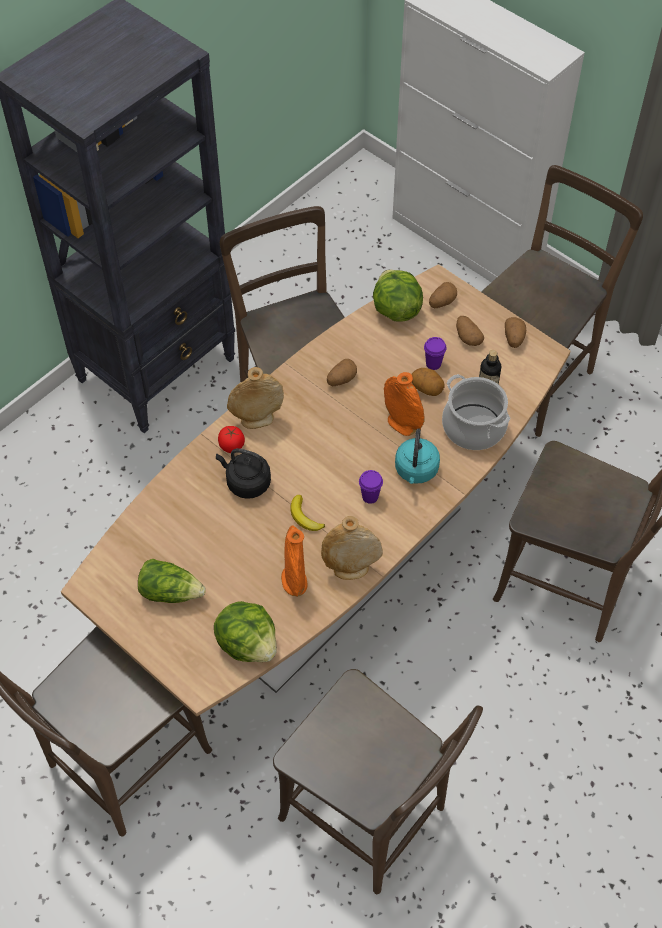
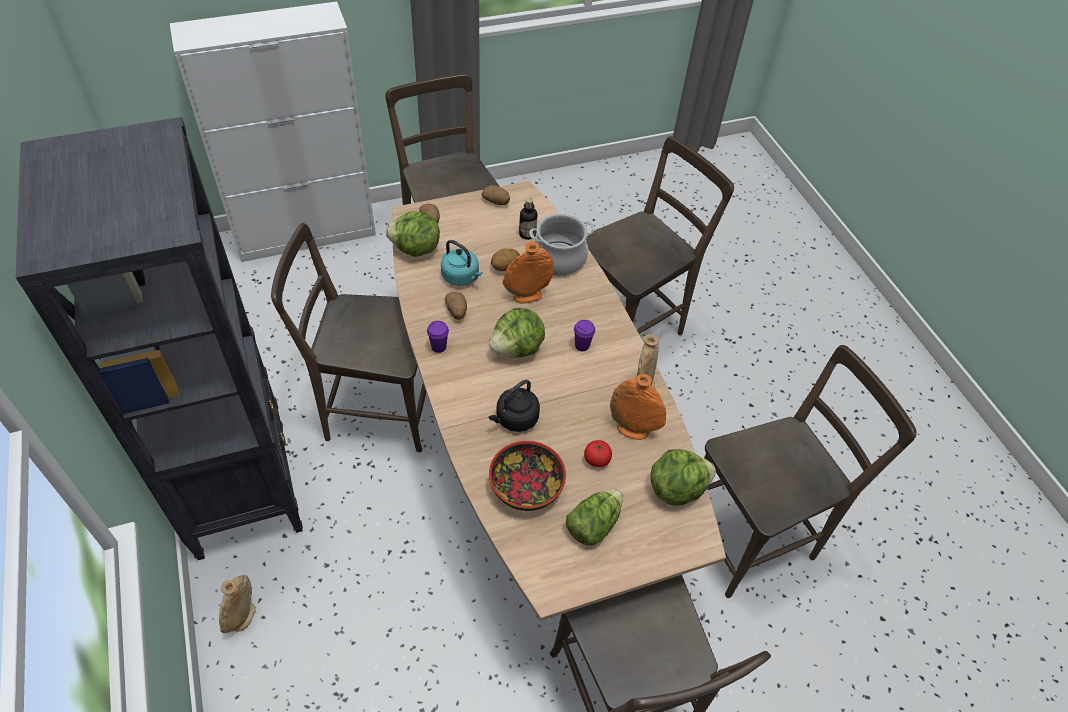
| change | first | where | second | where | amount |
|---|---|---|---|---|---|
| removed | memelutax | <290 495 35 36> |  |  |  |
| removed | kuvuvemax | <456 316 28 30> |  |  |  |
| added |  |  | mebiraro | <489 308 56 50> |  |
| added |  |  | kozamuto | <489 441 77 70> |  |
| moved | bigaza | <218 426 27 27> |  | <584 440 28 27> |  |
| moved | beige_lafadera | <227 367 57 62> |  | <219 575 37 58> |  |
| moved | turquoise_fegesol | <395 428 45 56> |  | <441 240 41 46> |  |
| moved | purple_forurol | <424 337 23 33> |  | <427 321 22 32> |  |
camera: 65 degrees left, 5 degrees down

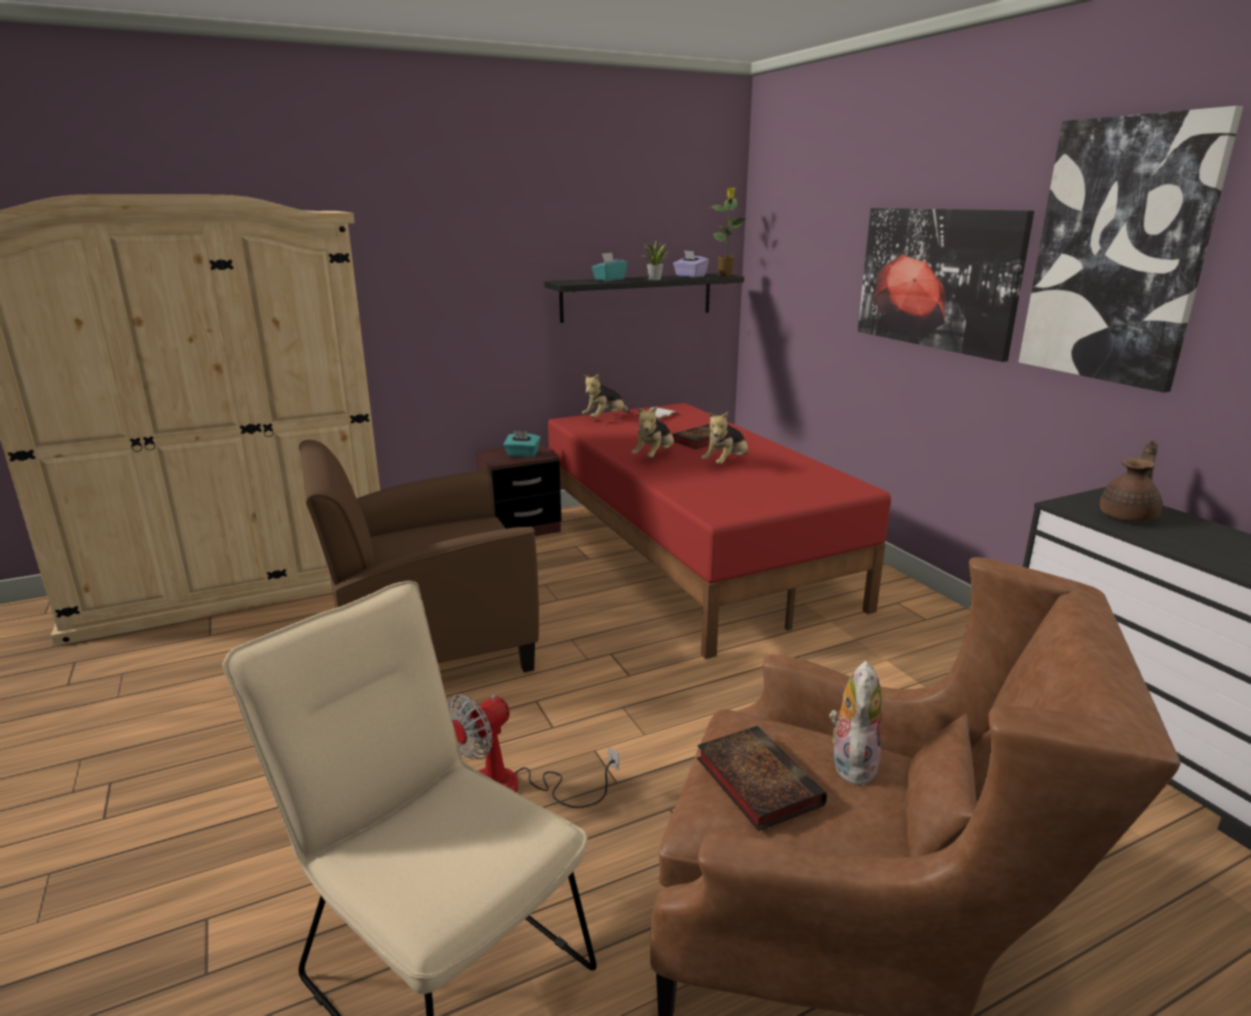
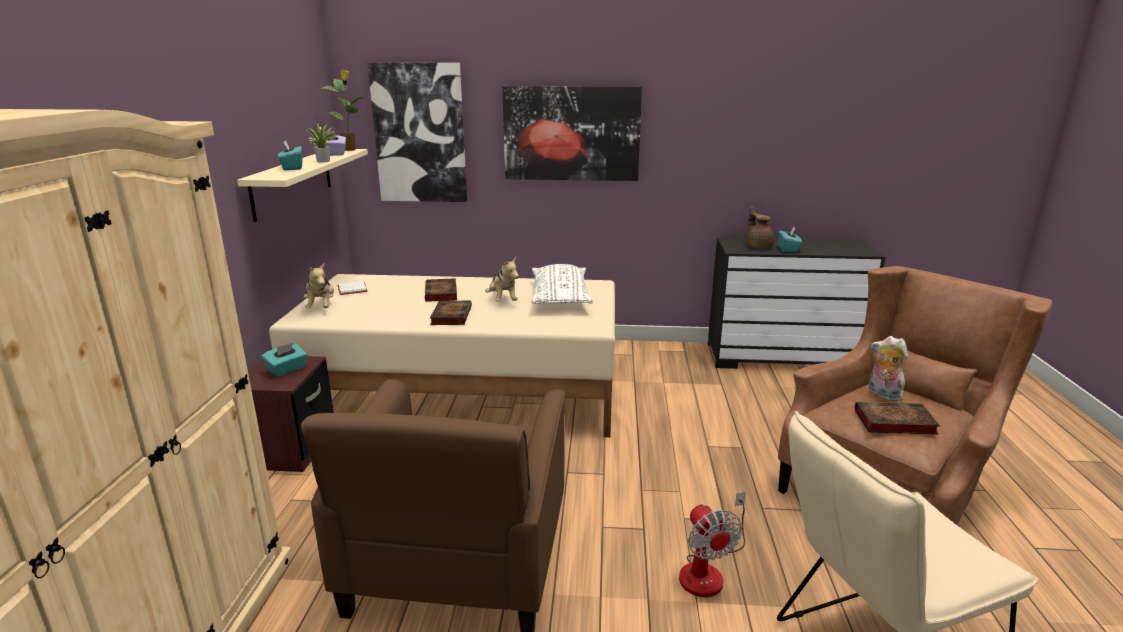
| change | first | where | second | where | amount |
|---|---|---|---|---|---|
| added |  |  | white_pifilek | <531 264 62 40> |  |
| added |  |  | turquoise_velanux | <778 227 24 26> |  |
| moved | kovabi | <1019 106 224 287> |  | <368 63 99 139> |  |
| replaced | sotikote | <631 406 43 52> | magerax | <430 301 42 24> |  |
| recoloured | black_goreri | <544 273 200 50> | beige_goreri | <237 149 131 73> |  |
| recoloured | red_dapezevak | <548 403 343 256> | beige_dapezevak | <269 274 346 163> |  |
camera: 60 degrees left, 0 degrees up

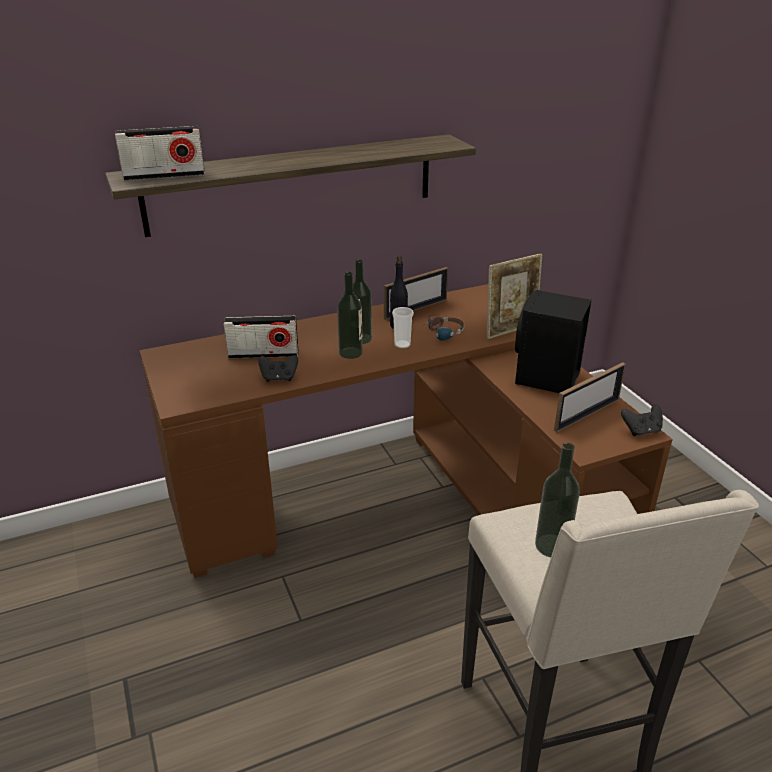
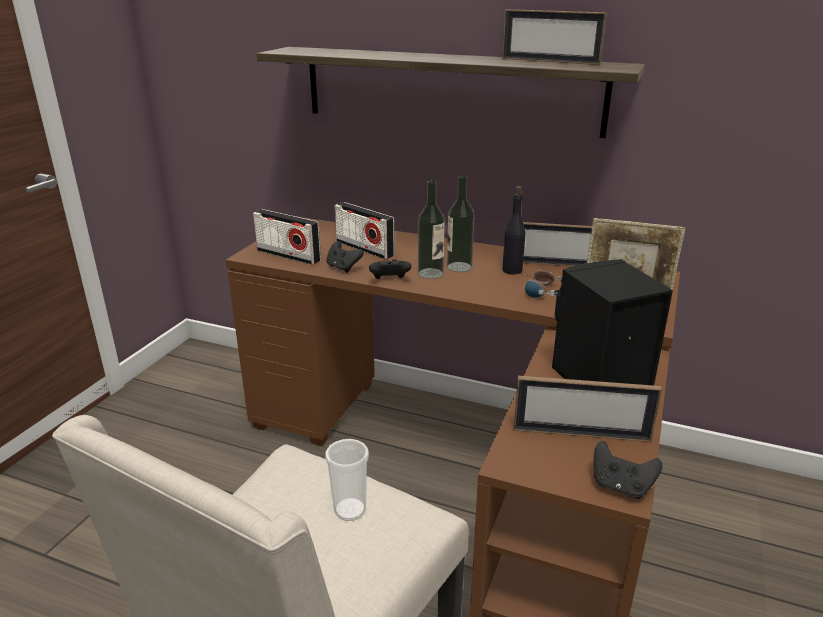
| change | first | where | second | where | amount |
|---|---|---|---|---|---|
| removed | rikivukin | <535 443 45 114> |  |  |  |
| added |  |  | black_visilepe | <369 259 42 20> |  |
| added |  |  | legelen | <502 9 105 56> |  |
| moved | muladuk | <115 126 90 55> |  | <253 209 68 56> |  |
| moved | forurol | <392 307 22 42> |  | <325 439 44 82> |  |
camera: 45 degrees right, 5 degrees down

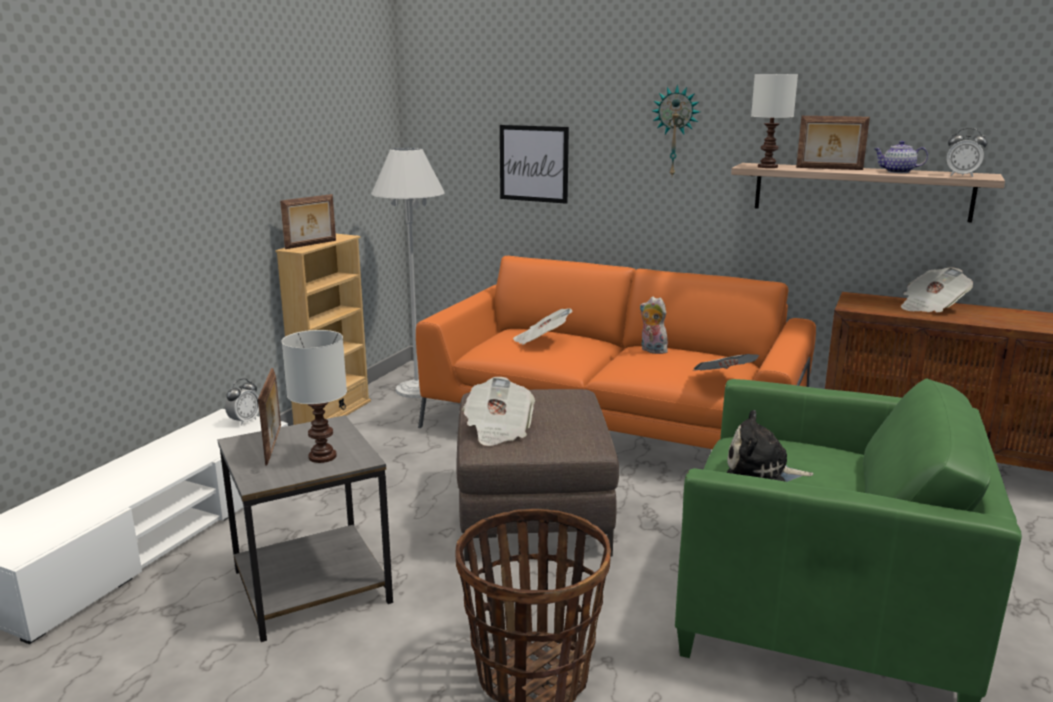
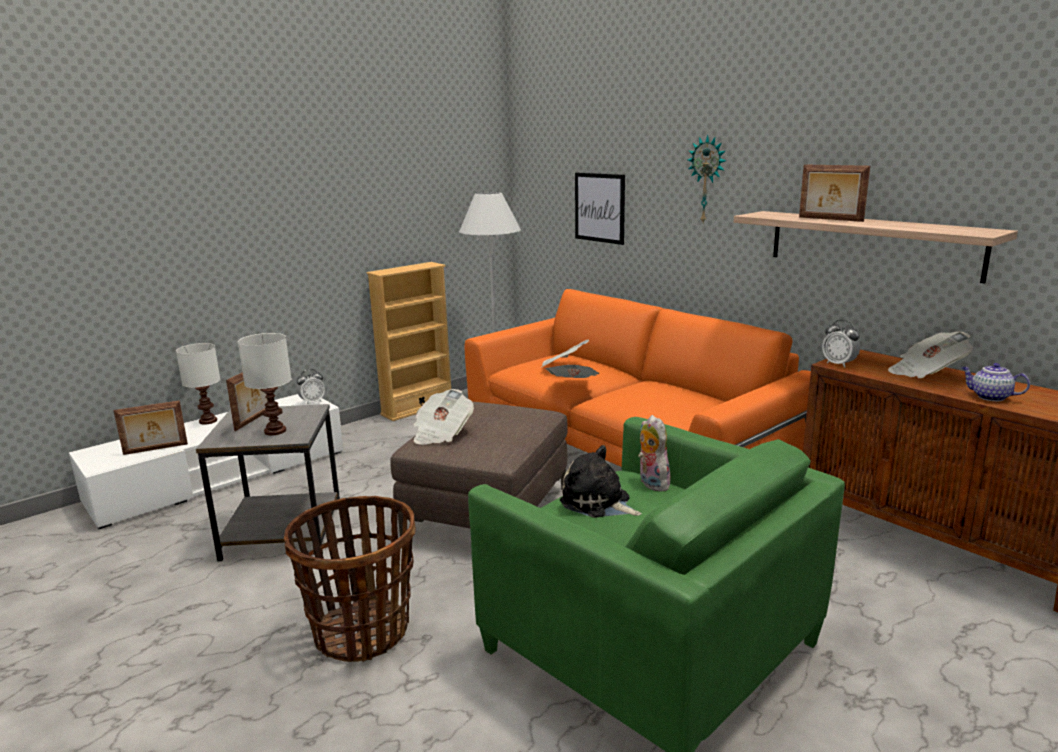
| change | first | where | second | where | amount |
|---|---|---|---|---|---|
| moved | legelen | <280 194 56 55> |  | <113 401 75 54> |  |
| moved | sotikote | <639 296 29 58> |  | <638 415 32 76> |  |
| moved | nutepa | <694 354 65 16> |  | <545 365 54 13> |  |
| moved | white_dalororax | <751 74 47 94> |  | <176 343 44 82> |  |
| moved | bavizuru | <874 141 54 32> |  | <961 363 69 38> |  |
| moved | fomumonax | <947 128 40 49> |  | <822 320 38 48> |  |
camera: 25 degrees right, 0 degrees up

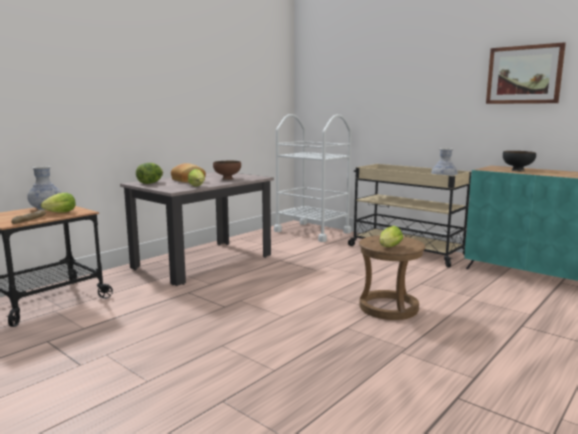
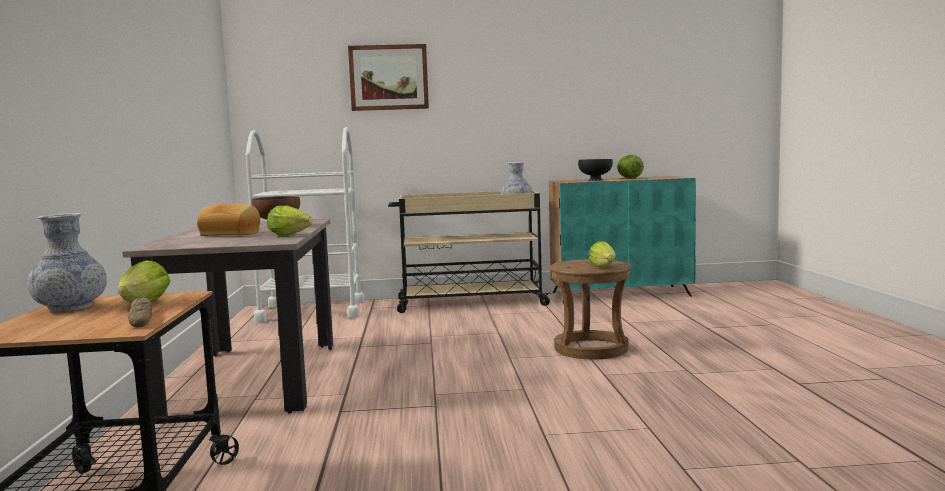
| change | first | where | second | where | amount |
|---|---|---|---|---|---|
| moved | mebiraro | <136 163 27 21> |  | <617 155 27 24> |  |
| moved | kovabi | <486 42 80 62> |  | <348 44 81 67> |  |
camera: 45 degrees left, 5 degrees down

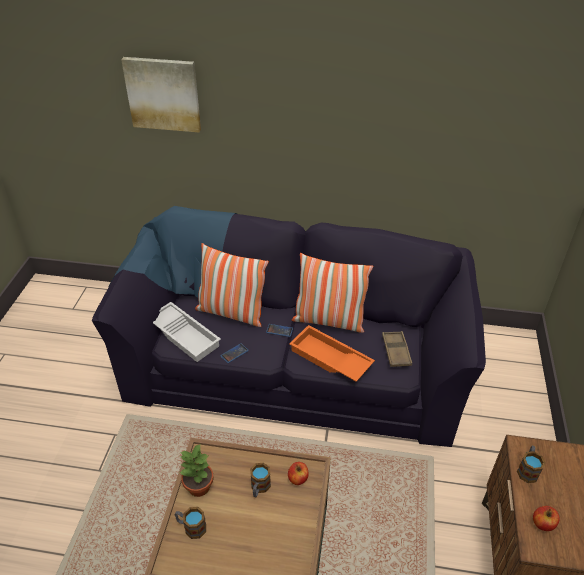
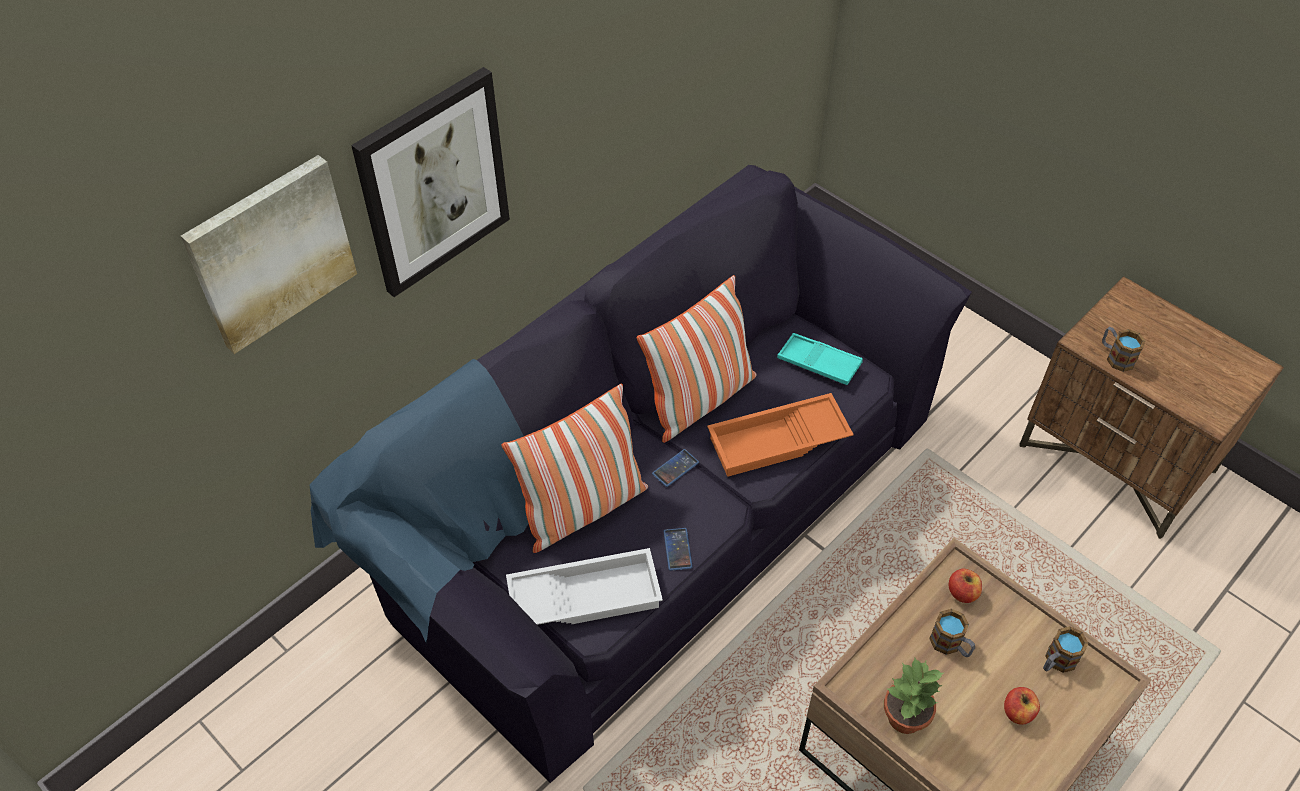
| change | first | where | second | where | amount |
|---|---|---|---|---|---|
| added |  |  | kovabi | <351 67 159 230> |  |
| moved | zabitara | <175 507 31 32> |  | <1043 626 45 47> |  |
| moved | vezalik | <533 506 27 25> |  | <1004 687 36 38> |  |
| recoloured | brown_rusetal | <382 331 30 36> | turquoise_rusetal | <777 333 86 52> |  |
camera: 55 degrees left, 10 degrees up

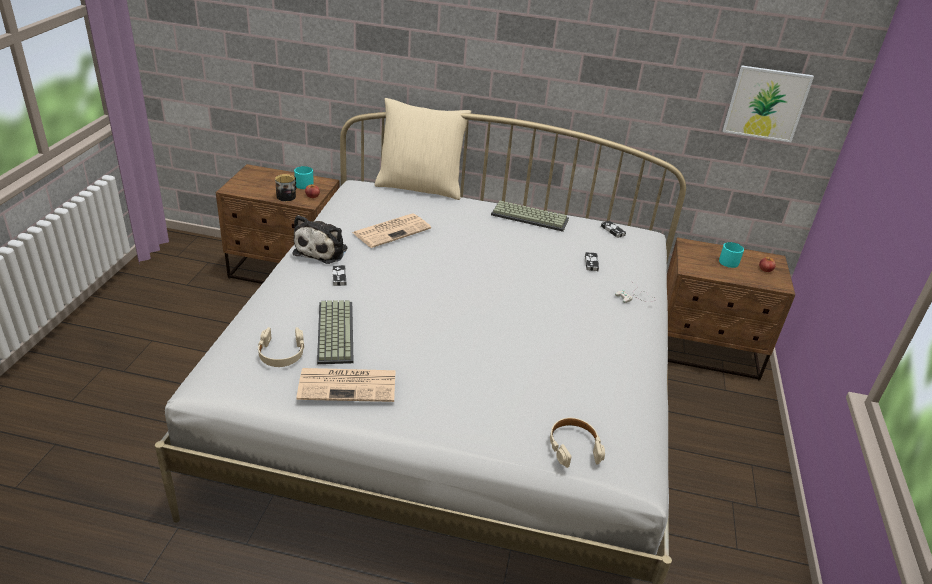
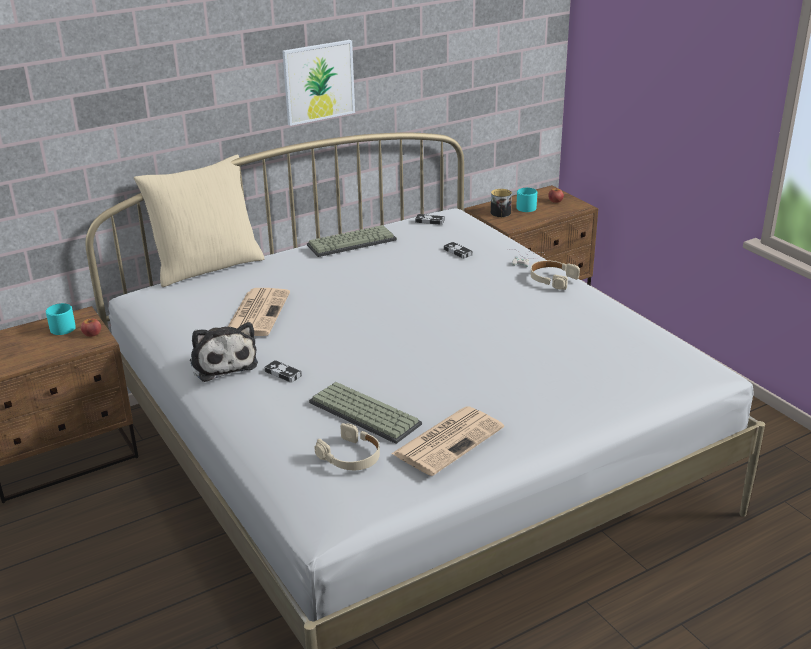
| change | first | where | second | where | amount |
|---|---|---|---|---|---|
| moved | zabitara | <275 174 22 27> |  | <491 189 21 28> |  |
| moved | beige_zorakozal | <550 417 55 51> |  | <531 260 49 30> |  |
| moved | kovabi | <723 65 91 77> |  | <282 40 73 86> |  |
camera: 40 degrees left, 5 degrees down

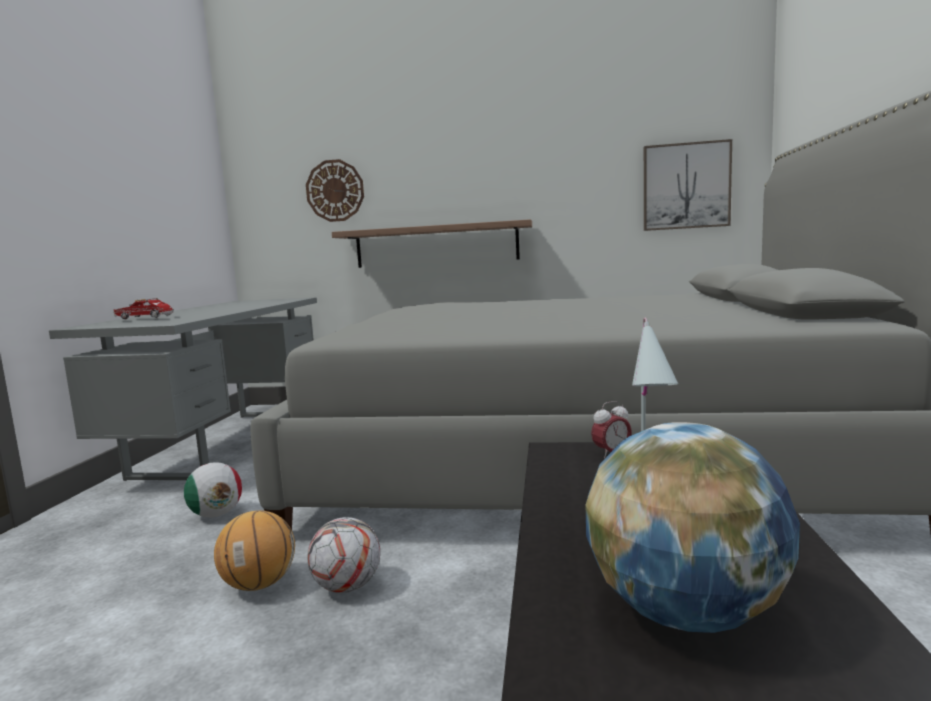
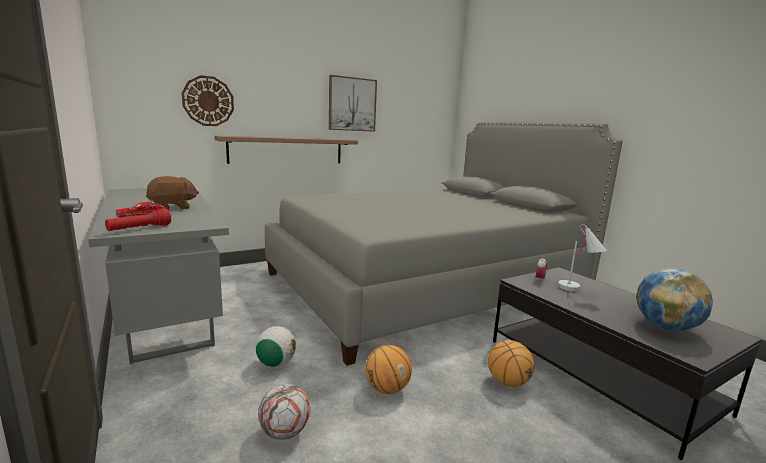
| change | first | where | second | where | amount |
|---|---|---|---|---|---|
| added |  |  | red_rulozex | <105 208 66 23> |  |
| added |  |  | brown_sotikote | <146 176 53 34> |  |
| added |  |  | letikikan | <488 340 47 47> |  |
| moved | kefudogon | <308 517 72 76> |  | <258 384 52 56> |  |
| moved | kovabi | <644 139 88 92> |  | <329 75 48 57> |  |
camera: 40 degrees left, 5 degrees up

